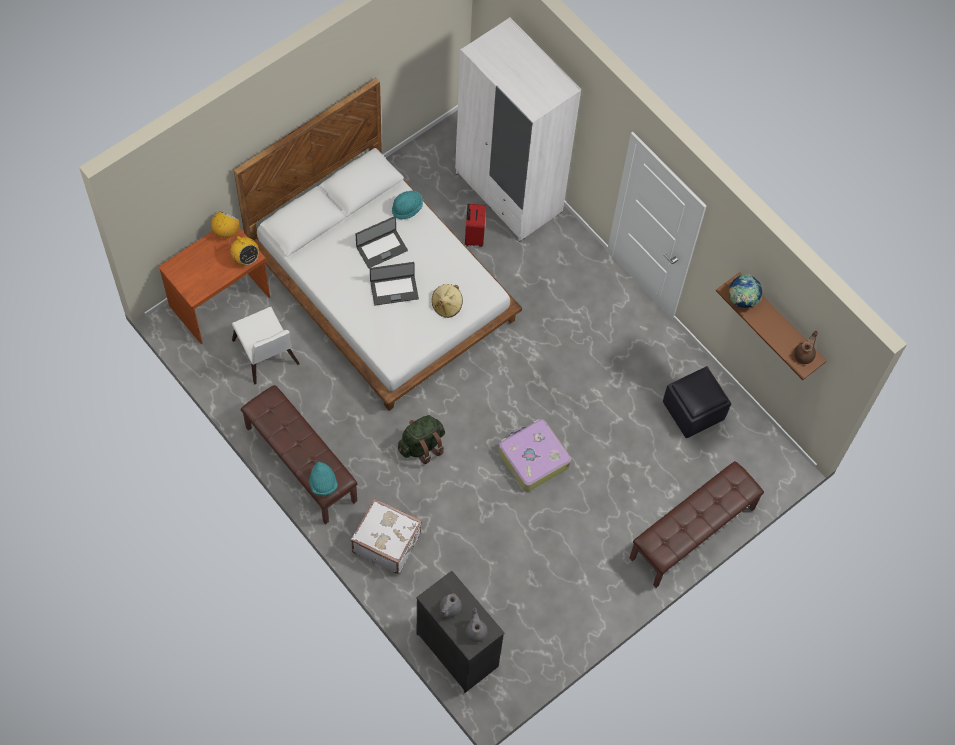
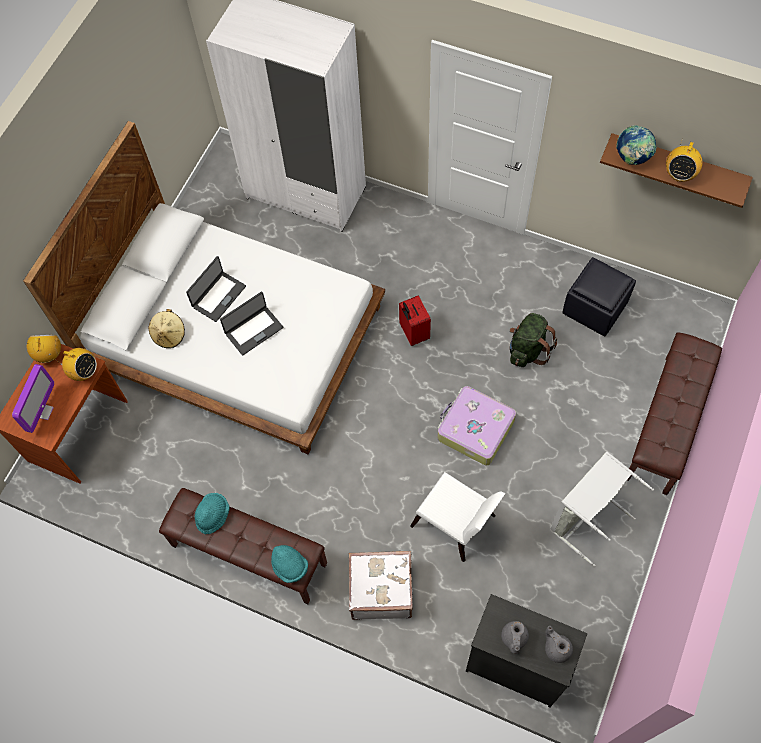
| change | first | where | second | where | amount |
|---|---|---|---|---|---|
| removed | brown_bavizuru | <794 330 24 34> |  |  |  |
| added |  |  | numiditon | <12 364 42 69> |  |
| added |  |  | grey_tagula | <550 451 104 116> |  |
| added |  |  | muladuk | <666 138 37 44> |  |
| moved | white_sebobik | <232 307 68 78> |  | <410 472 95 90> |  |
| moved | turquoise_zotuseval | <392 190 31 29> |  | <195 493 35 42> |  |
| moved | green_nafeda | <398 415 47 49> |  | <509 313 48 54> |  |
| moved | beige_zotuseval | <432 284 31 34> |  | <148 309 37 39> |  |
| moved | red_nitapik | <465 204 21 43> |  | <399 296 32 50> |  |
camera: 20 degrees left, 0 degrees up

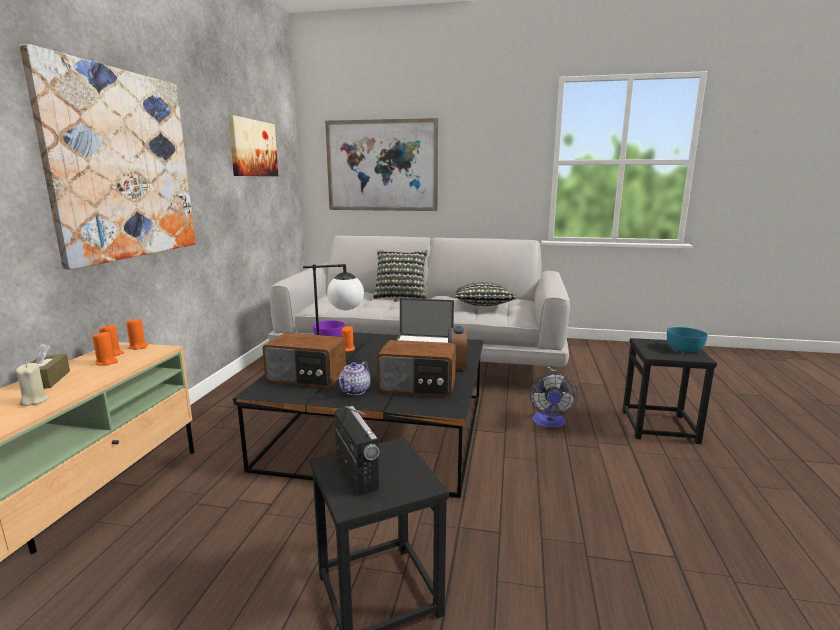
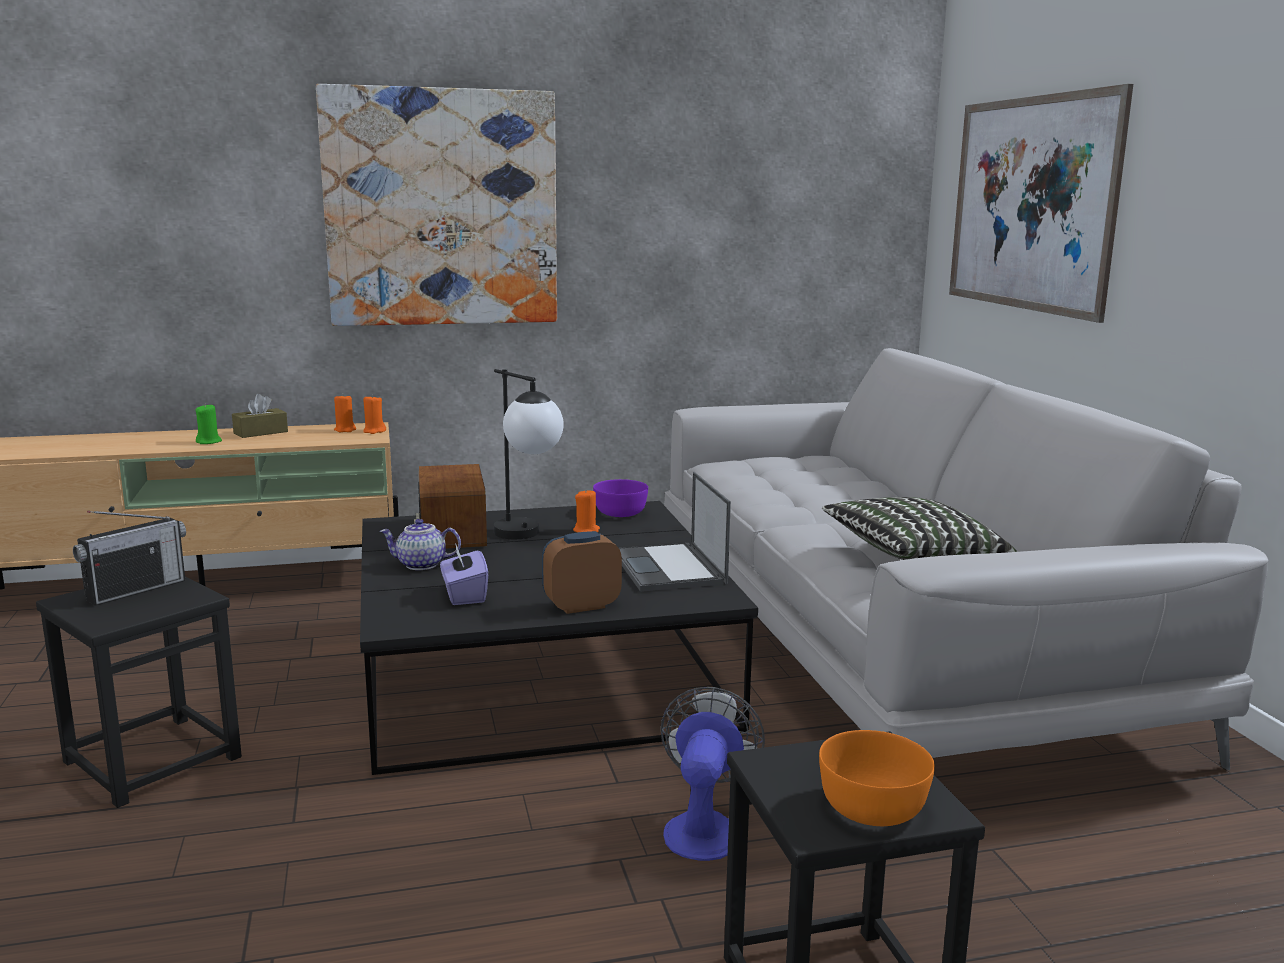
| change | first | where | second | where | amount |
|---|---|---|---|---|---|
| removed | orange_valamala | <92 332 26 34> |  |  |  |
| removed | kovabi | <228 115 50 61> |  |  |  |
| removed | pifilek | <373 250 55 49> |  |  |  |
| replaced | muladuk | <377 340 79 57> | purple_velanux | <440 543 48 62> |  |
| recoloured | beige_valamala | <16 363 33 43> | green_valamala | <196 403 26 41> |  |
| recoloured | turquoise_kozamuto | <667 327 41 26> | orange_kozamuto | <819 730 116 96> |  |
| turned | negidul | <530 373 48 55> |  | <661 687 104 174> | 120 degrees clockwise |
camera: 65 degrees right, 0 degrees up

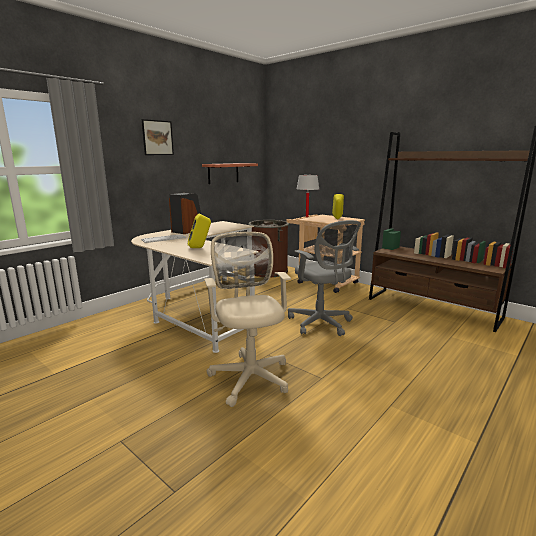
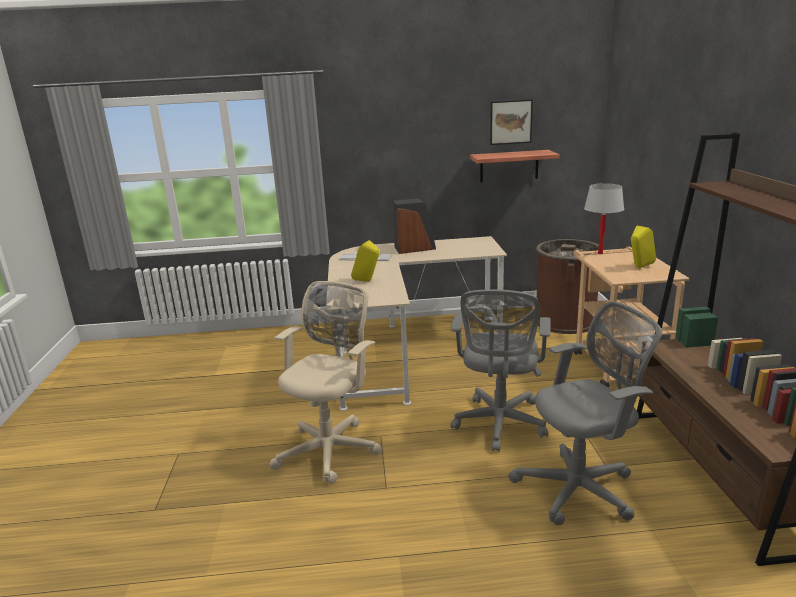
| change | first | where | second | where | amount |
|---|---|---|---|---|---|
| added |  |  | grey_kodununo | <508 301 154 224> |  |
| moved | kovabi | <142 119 32 36> |  | <490 99 43 46> |  |
camera: 45 degrees right, 5 degrees up

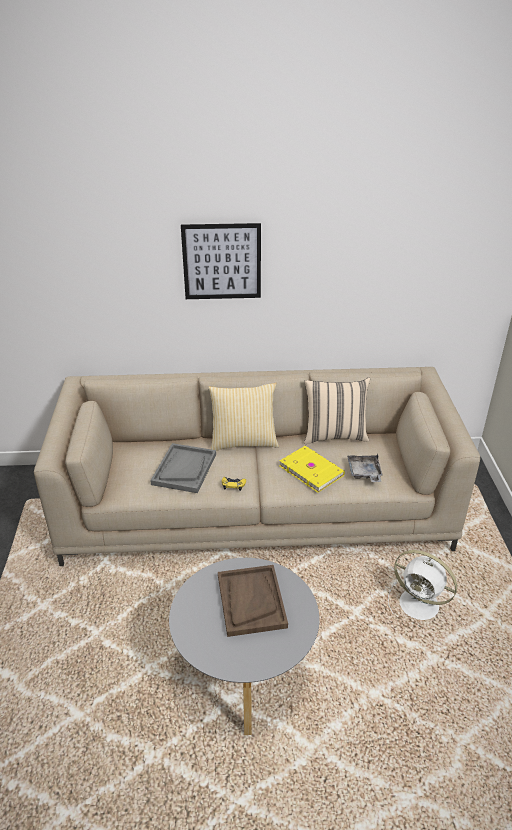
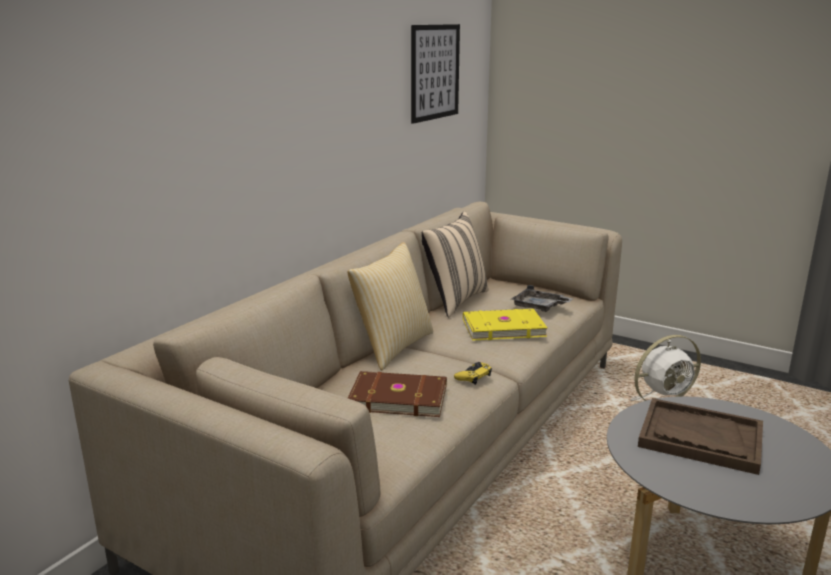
| change | first | where | second | where | amount |
|---|---|---|---|---|---|
| moved | kovabi | <181 223 80 76> |  | <411 24 49 100> |  |
| replaced | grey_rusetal | <150 443 66 50> | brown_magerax | <348 371 99 46> |  |
camera: 55 degrees left, 15 degrees down

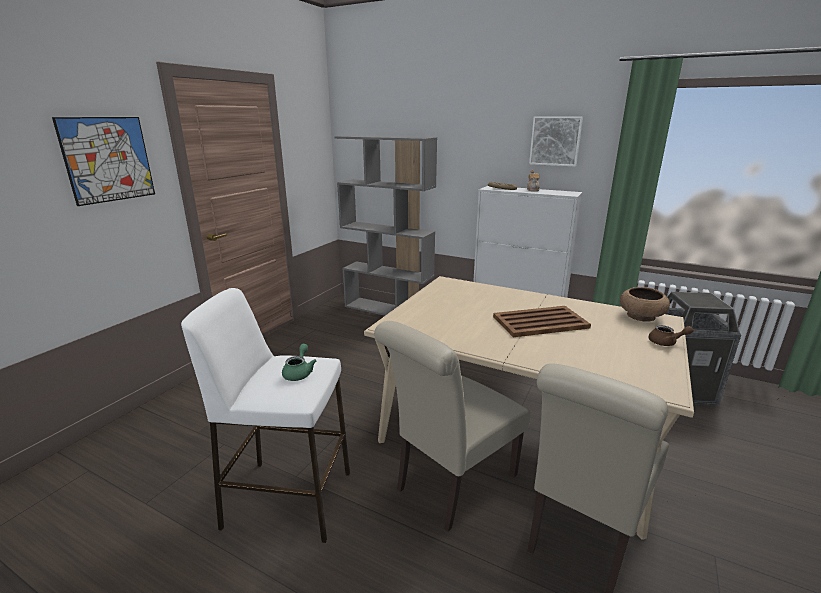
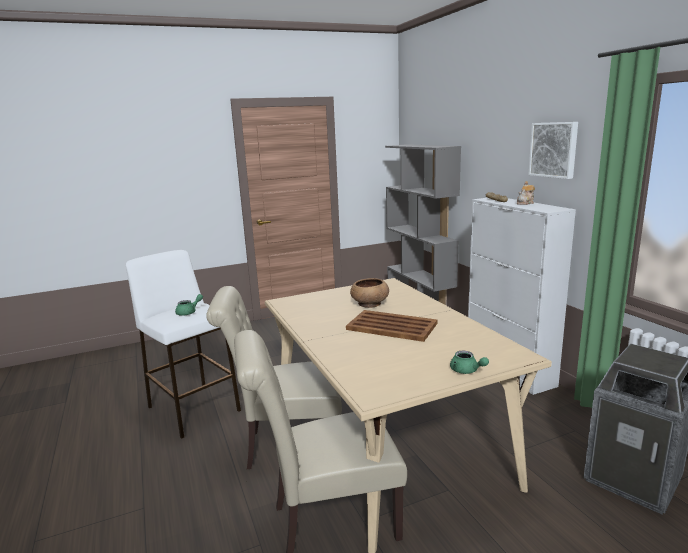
| change | first | where | second | where | amount |
|---|---|---|---|---|---|
| removed | kovabi | <52 117 103 89> |  |  |  |
| moved | brown_kozamuto | <620 287 50 35> |  | <350 278 39 30> |  |
| recoloured | brown_bavizuru | <648 325 46 21> | green_bavizuru | <450 351 39 23> |  |
camera: 40 degrees right, 5 degrees down

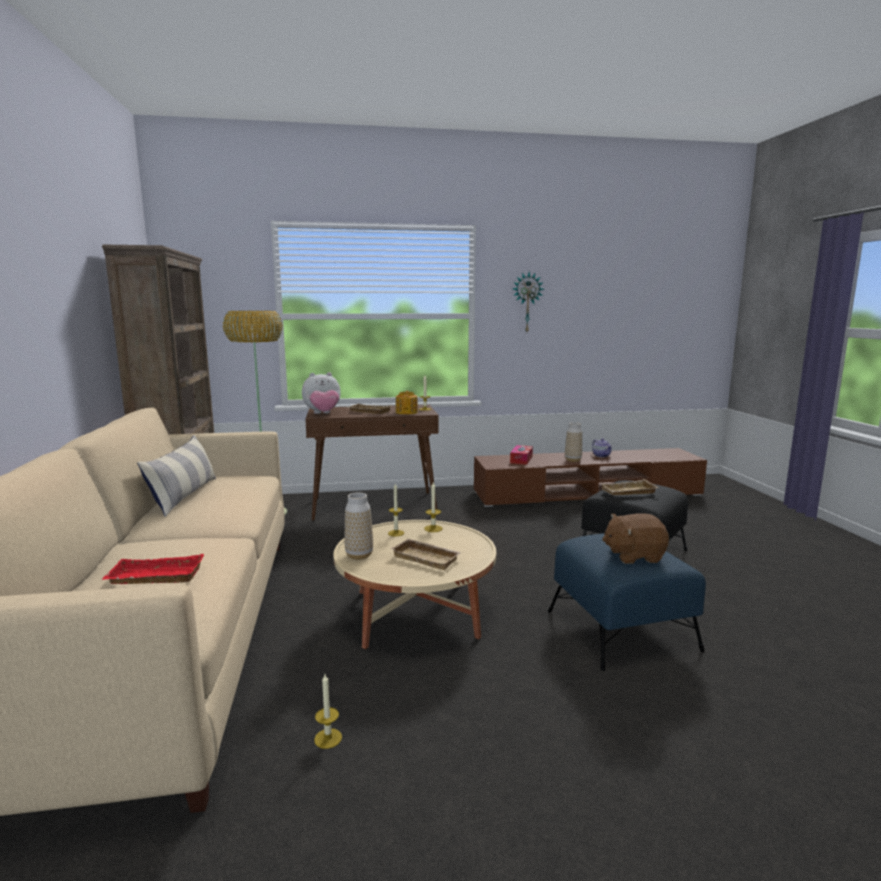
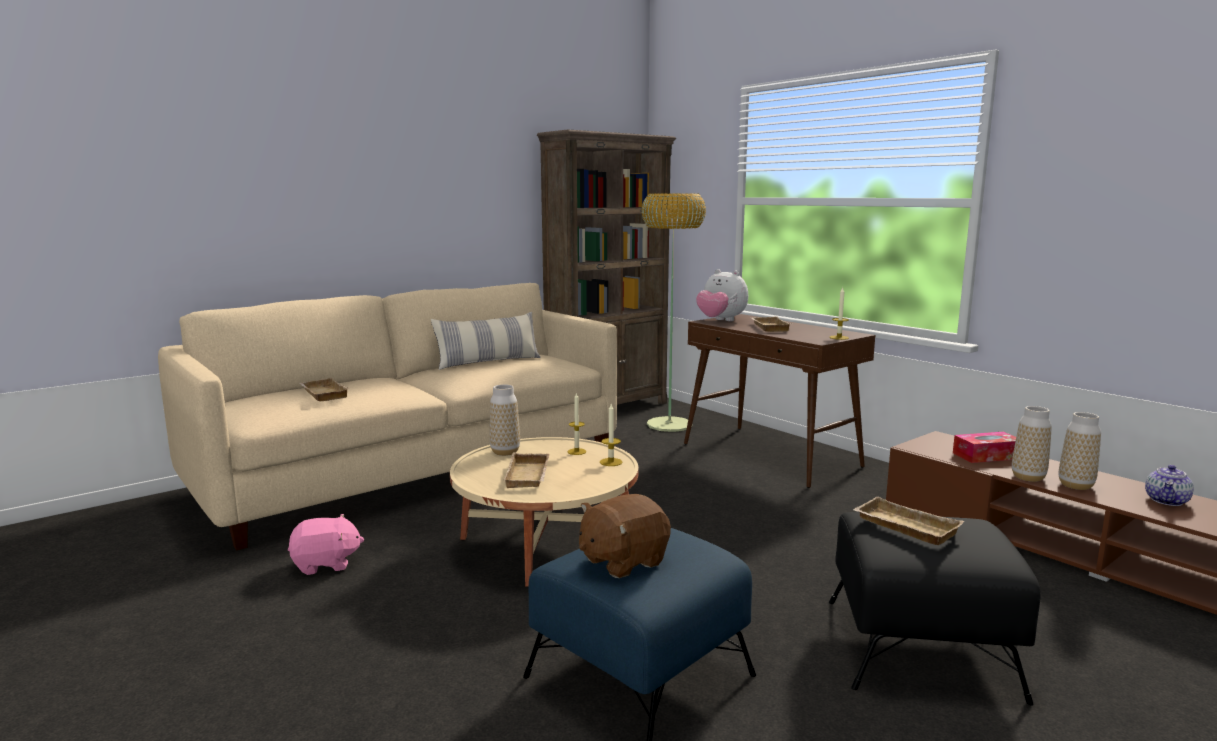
| change | first | where | second | where | amount |
|---|---|---|---|---|---|
| removed | bavizuru | <396 391 22 23> |  |  |  |
| removed | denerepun | <513 272 31 60> |  |  |  |
| added |  |  | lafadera | <1012 406 40 76> |  |
| replaced | valamala | <314 674 28 75> | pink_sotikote | <288 514 76 61> |  |
| recoloured | red_rusetal | <102 554 102 30> | beige_rusetal | <299 378 50 23> |  |
| turned | brown_sotikote | <602 513 67 51> |  | <579 494 92 84> | 90 degrees counterclockwise |
camera: 60 degrees right, 0 degrees up

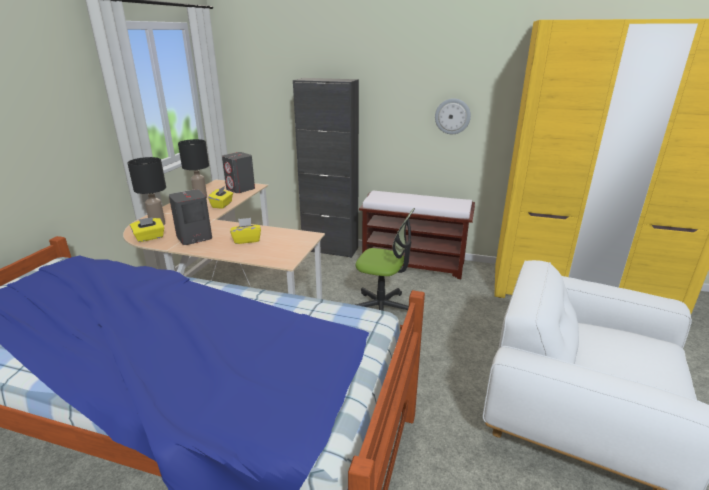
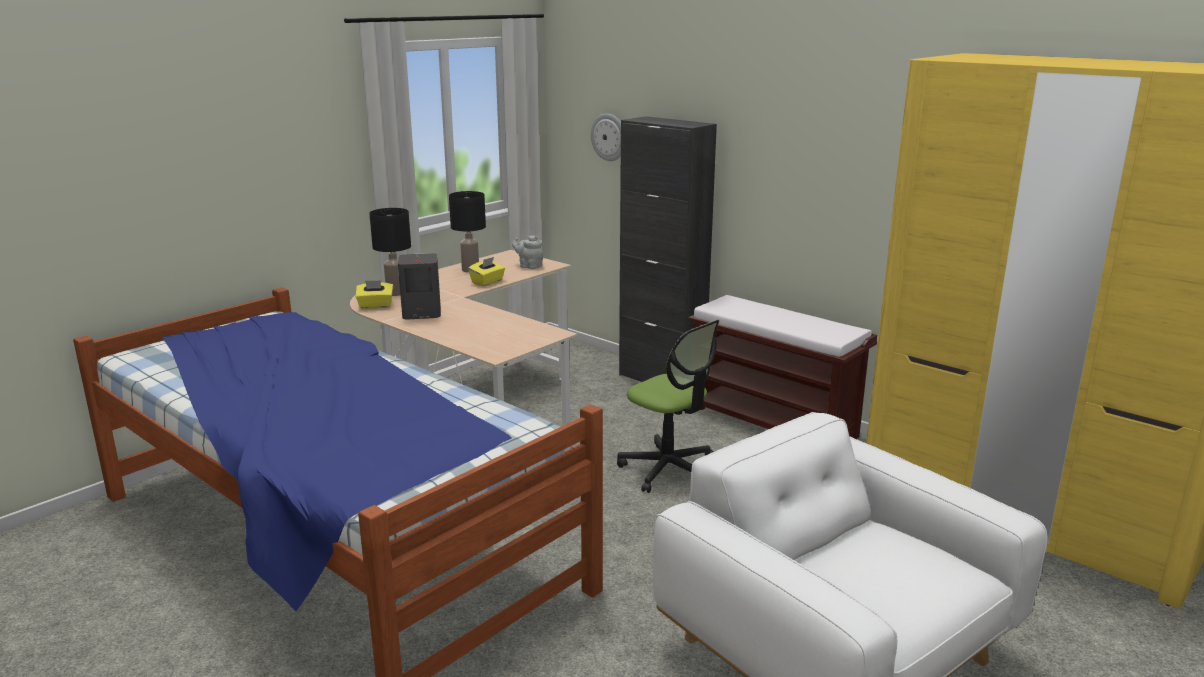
| change | first | where | second | where | amount |
|---|---|---|---|---|---|
| removed | yellow_velanux | <230 218 31 26> |  |  |  |
| moved | denerepun | <435 98 36 36> |  | <591 113 30 48> |  |
| replaced | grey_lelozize | <222 152 33 41> | grey_bavizuru | <512 235 31 34> |  |
camera: 25 degrees right, 5 degrees down

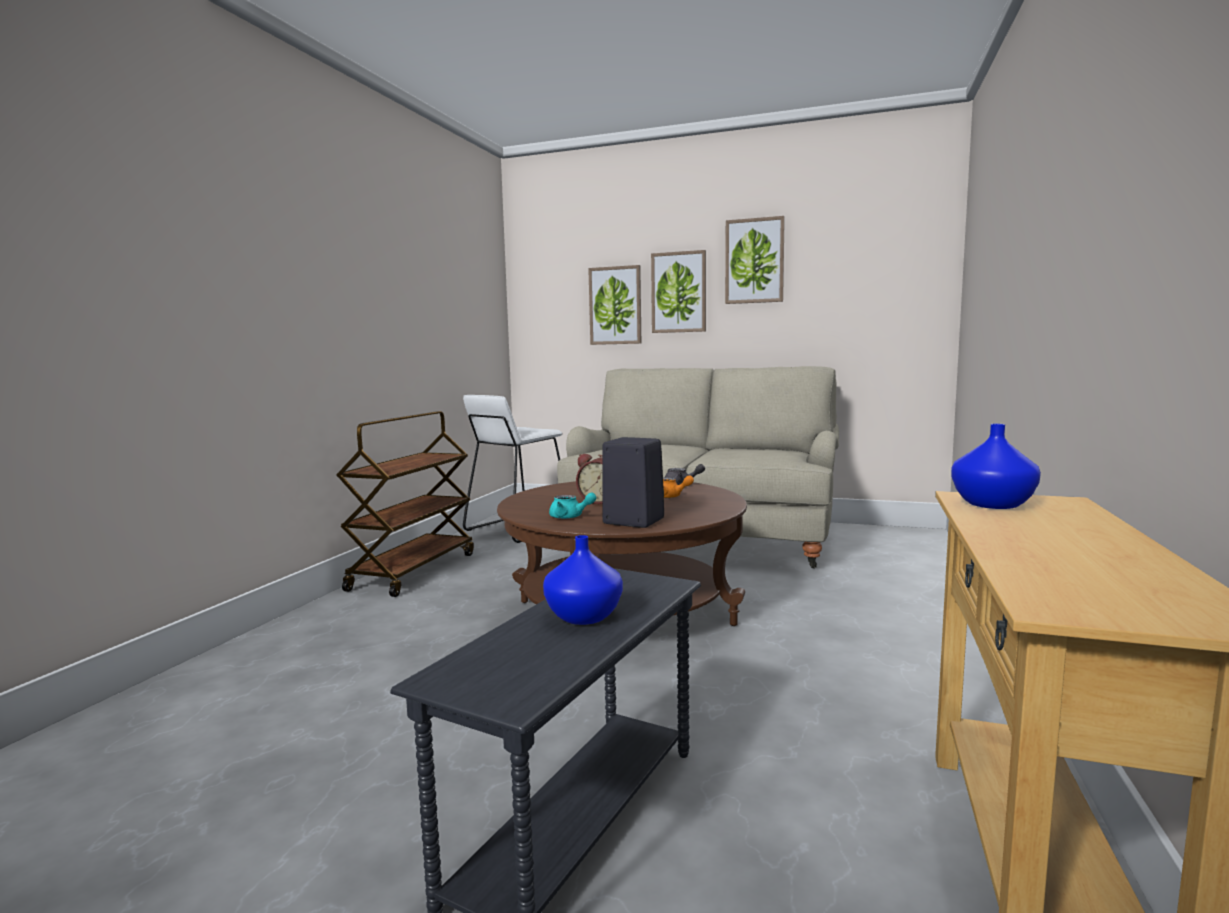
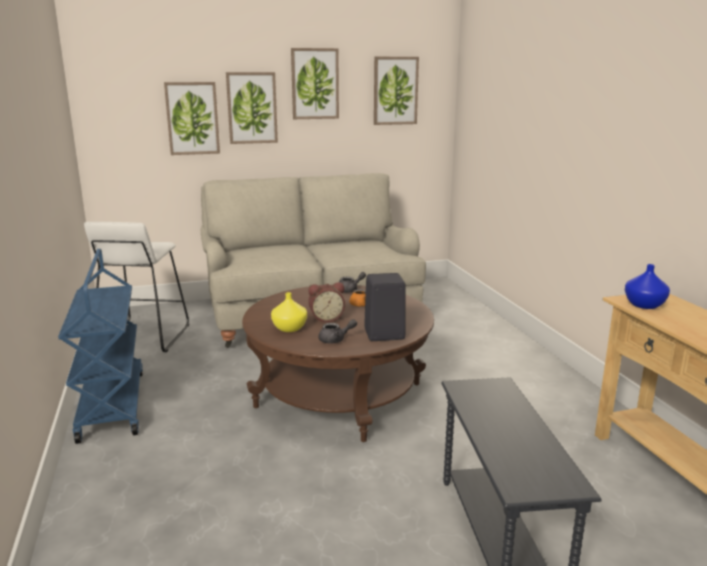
| change | first | where | second | where | amount |
|---|---|---|---|---|---|
| removed | blue_lafadera | <543 535 80 90> |  |  |  |
| added |  |  | yellow_lafadera | <271 292 36 40> |  |
| added |  |  | kovabi | <374 57 45 68> |  |
| recoloured | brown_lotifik | <336 411 138 186> | blue_lotifik | <58 249 85 195> |  |
| recoloured | turquoise_bavizuru | <549 493 47 26> | grey_bavizuru | <318 319 39 25> |  |
camera: 35 degrees left, 10 degrees up

